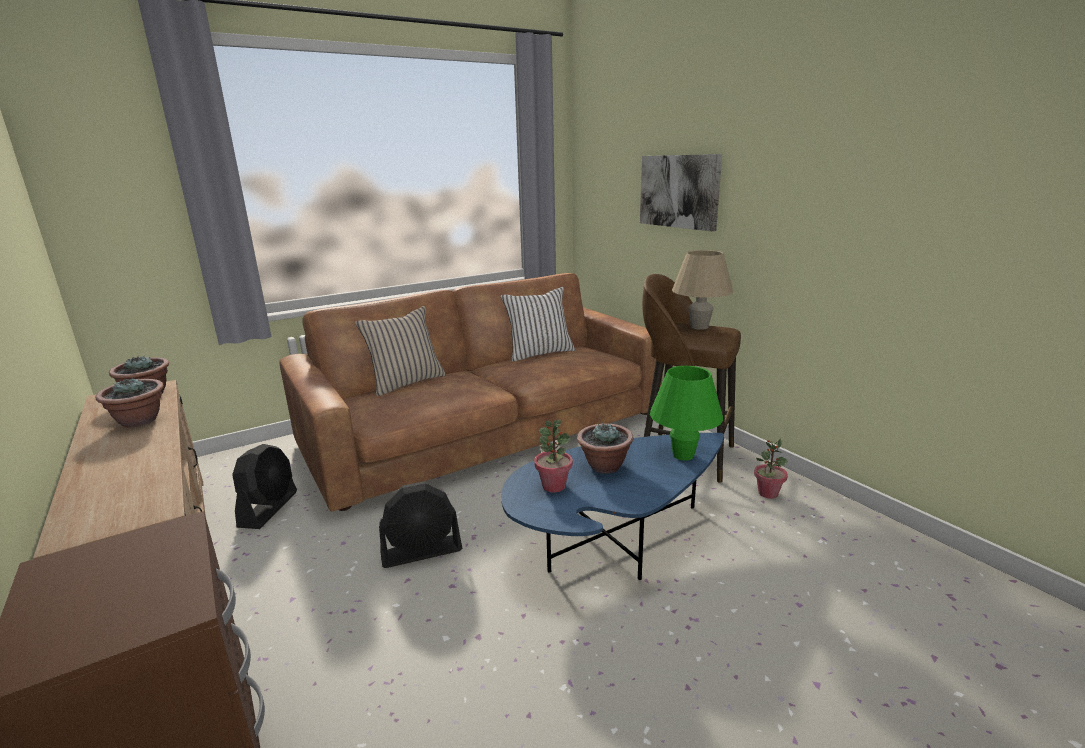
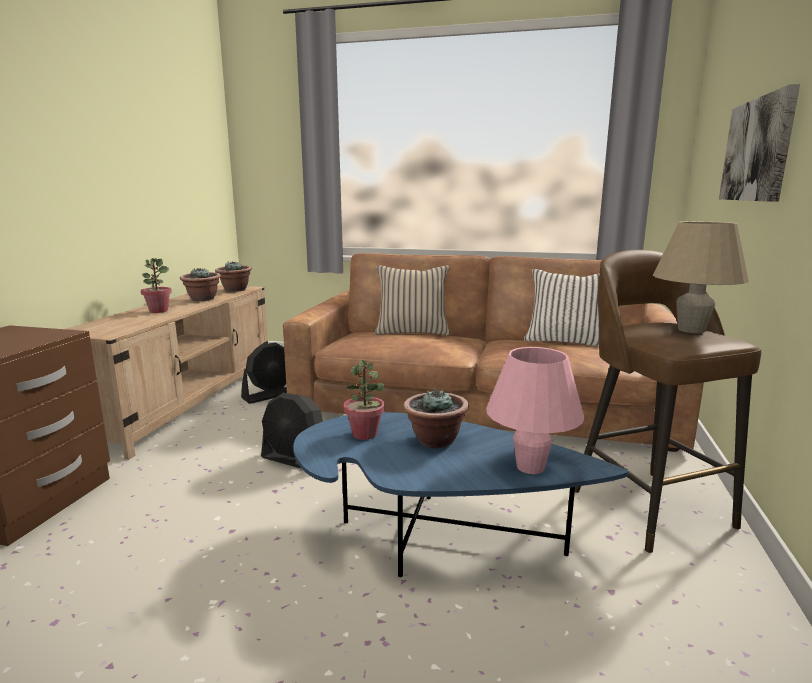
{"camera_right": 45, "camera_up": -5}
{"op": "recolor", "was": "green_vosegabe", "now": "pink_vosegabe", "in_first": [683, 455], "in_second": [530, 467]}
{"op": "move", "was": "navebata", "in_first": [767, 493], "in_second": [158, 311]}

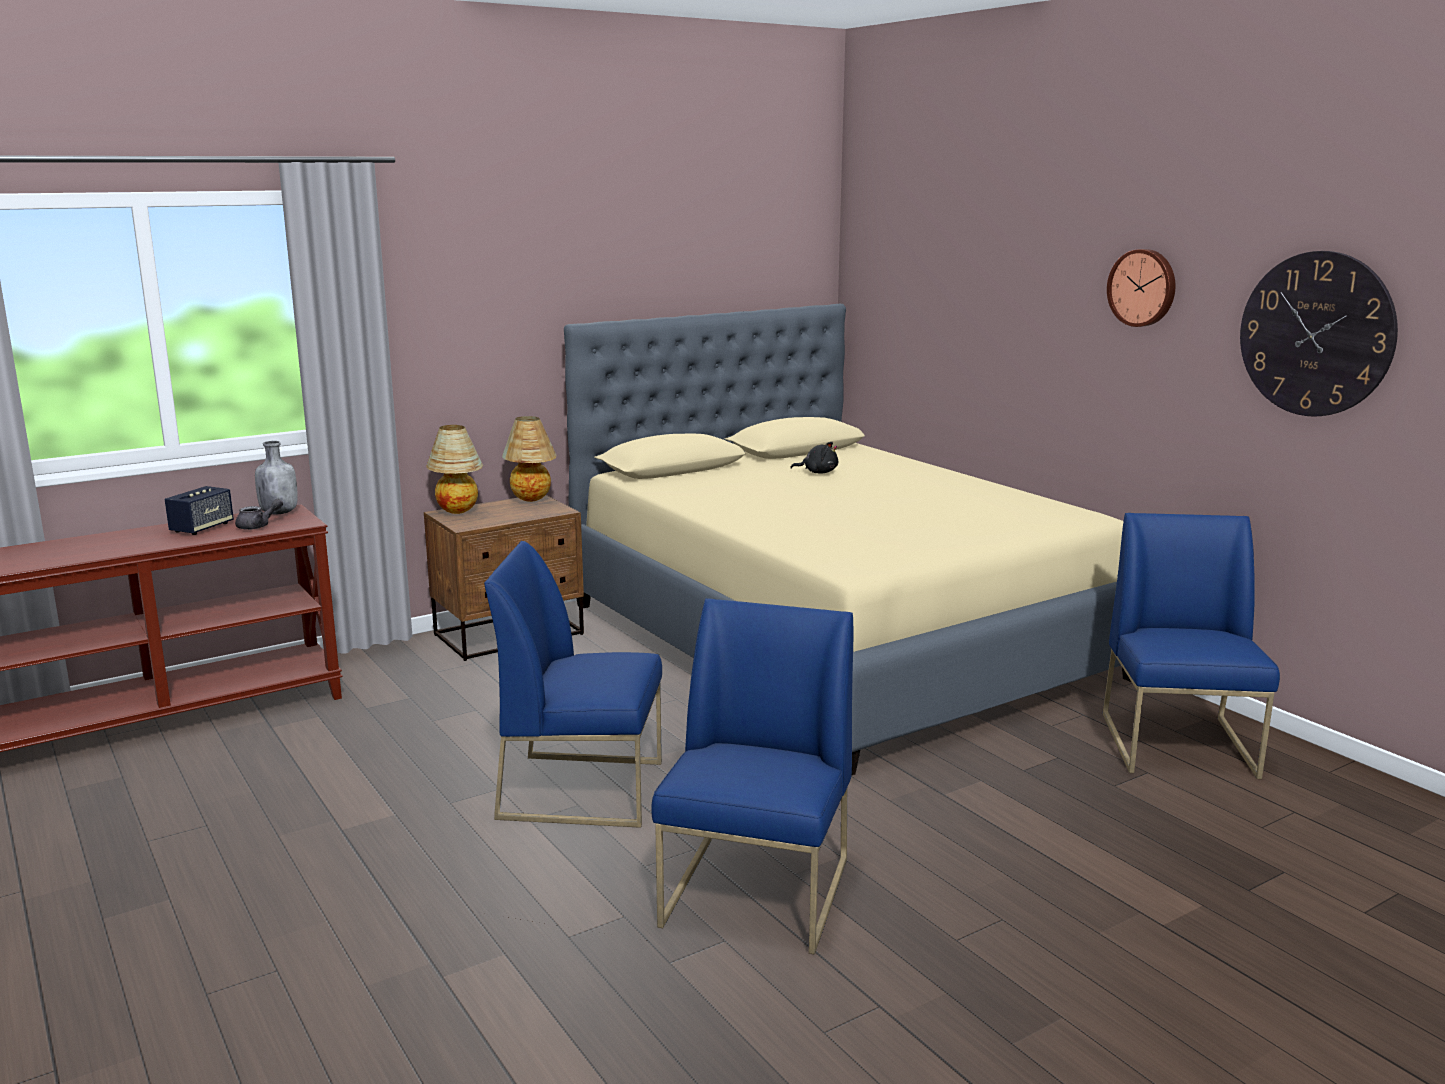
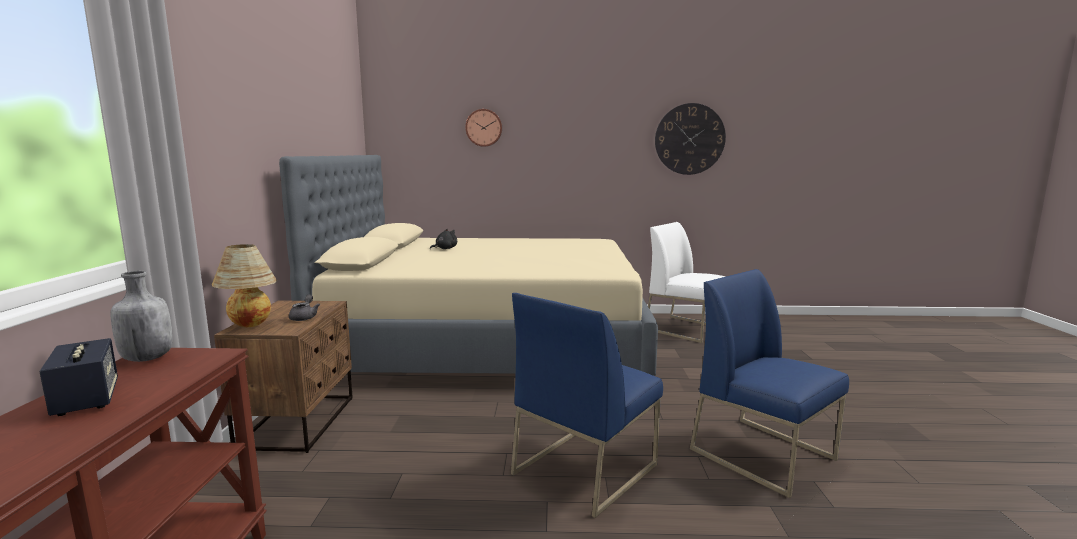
{"camera_right": -55, "camera_up": -5}
{"op": "move", "was": "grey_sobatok", "in_first": [258, 526], "in_second": [304, 317]}
{"op": "delete", "was": "vosegabe", "in_first": [531, 501]}
{"op": "recolor", "was": "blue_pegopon", "now": "white_pegopon", "in_first": [1179, 745], "in_second": [686, 329]}
{"op": "move", "was": "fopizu", "in_first": [1143, 287], "in_second": [484, 127]}

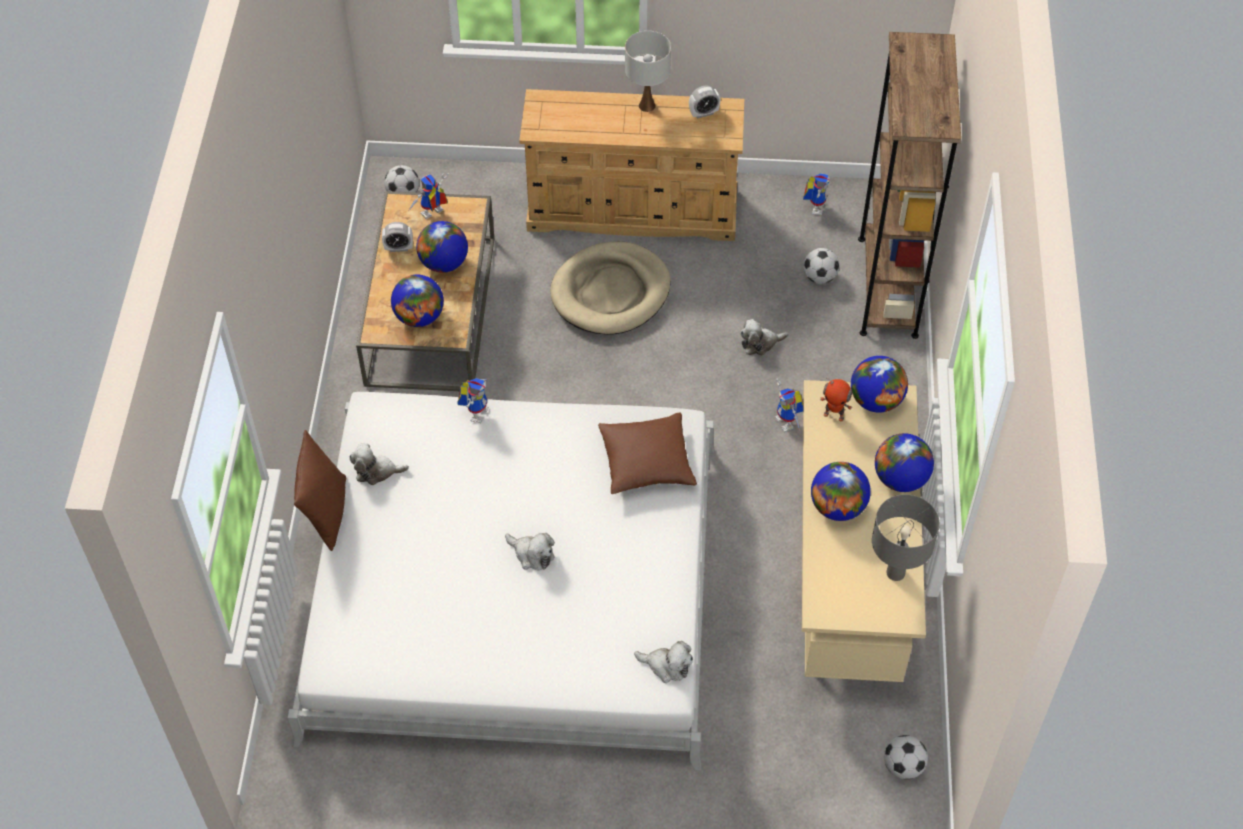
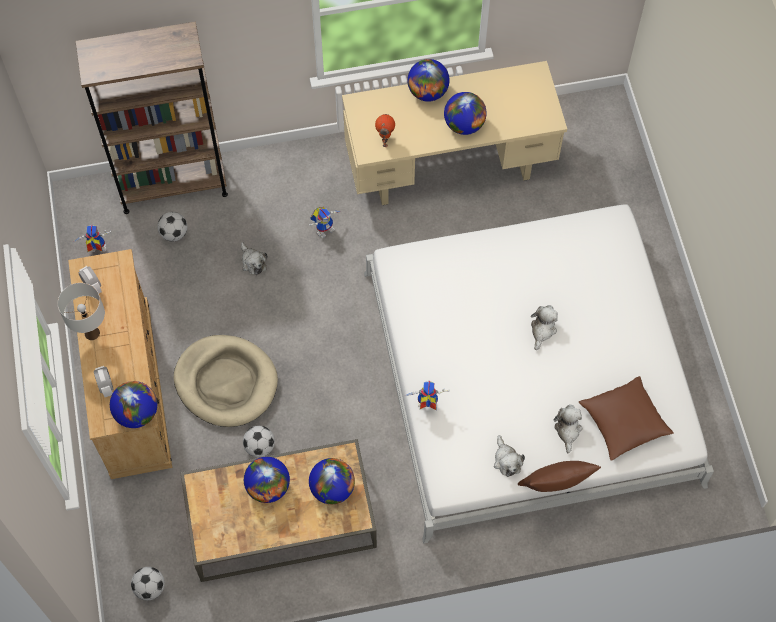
{"camera_right": -105, "camera_up": 10}
{"op": "move", "was": "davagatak", "in_first": [399, 248], "in_second": [106, 386]}
{"op": "delete", "was": "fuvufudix", "in_first": [432, 215]}
{"op": "move", "was": "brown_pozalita", "in_first": [646, 462], "in_second": [623, 422]}
{"op": "move", "was": "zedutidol", "in_first": [667, 666], "in_second": [567, 430]}
{"op": "move", "was": "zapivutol", "in_first": [876, 400], "in_second": [137, 413]}
{"op": "delete", "was": "grey_vosegabe", "in_first": [895, 573]}
{"op": "move", "was": "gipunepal", "in_first": [903, 766], "in_second": [260, 447]}

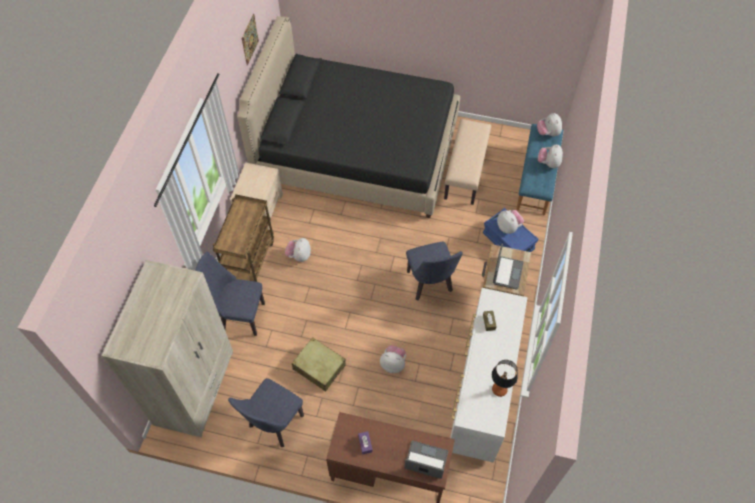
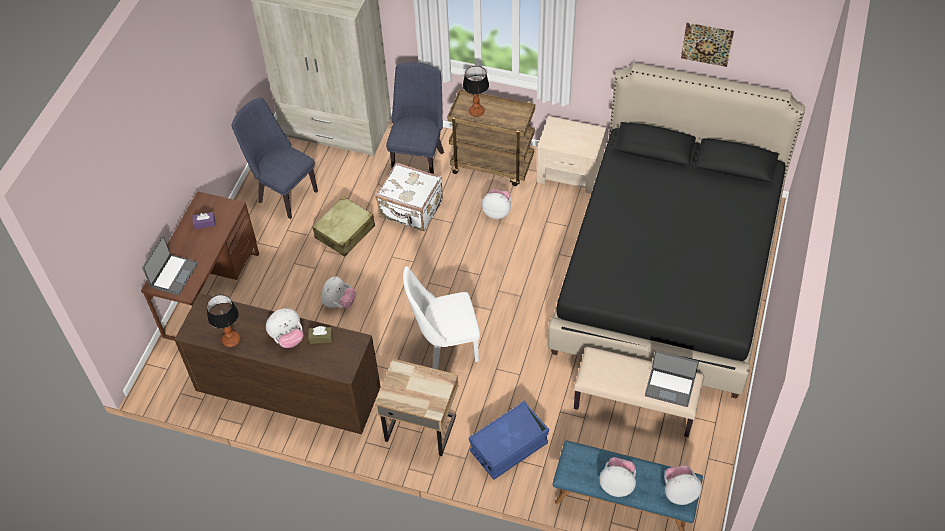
{"camera_right": 95, "camera_up": -5}
{"op": "recolor", "was": "blue_pegopon", "now": "white_pegopon", "in_first": [430, 285], "in_second": [445, 348]}
{"op": "recolor", "was": "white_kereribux", "now": "brown_kereribux", "in_first": [481, 392], "in_second": [288, 392]}
{"op": "move", "was": "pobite", "in_first": [507, 273], "in_second": [669, 387]}
{"op": "move", "was": "zedutidol", "in_first": [508, 227], "in_second": [288, 338]}
{"op": "insert", "now": "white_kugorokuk", "in_second": [411, 210]}
{"op": "insert", "now": "vosegabe", "in_second": [476, 111]}

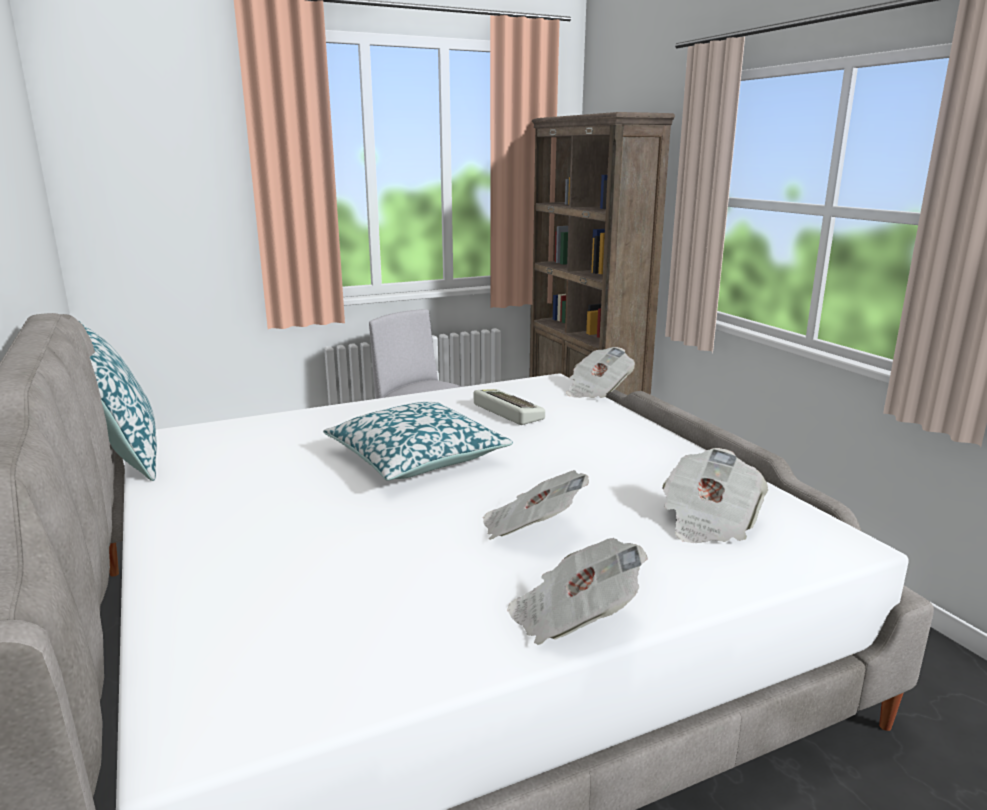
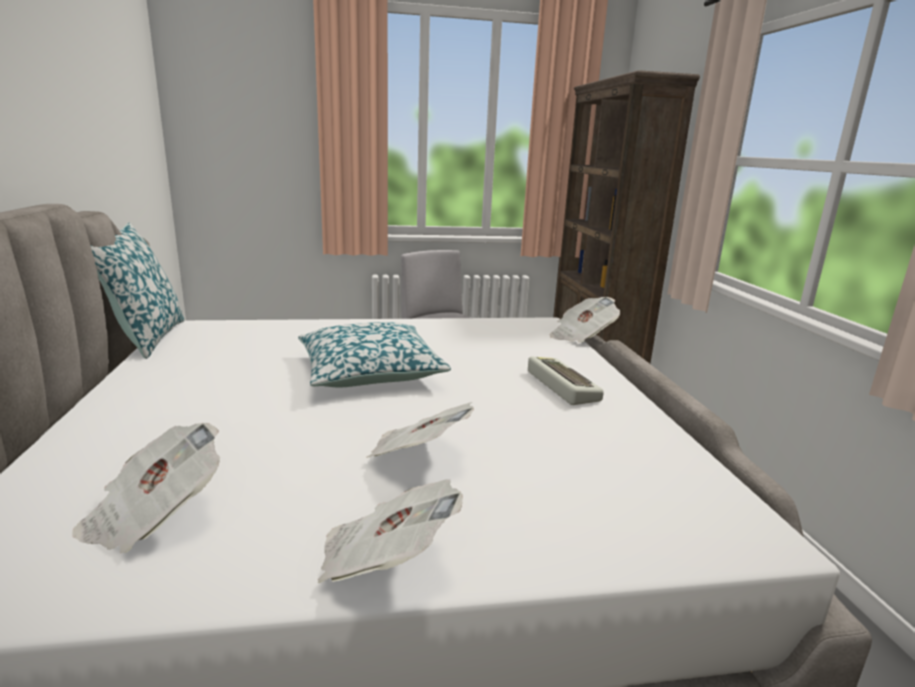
{"camera_right": 15, "camera_up": 0}
{"op": "move", "was": "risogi", "in_first": [506, 412], "in_second": [560, 386]}
{"op": "move", "was": "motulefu", "in_first": [708, 522], "in_second": [154, 515]}

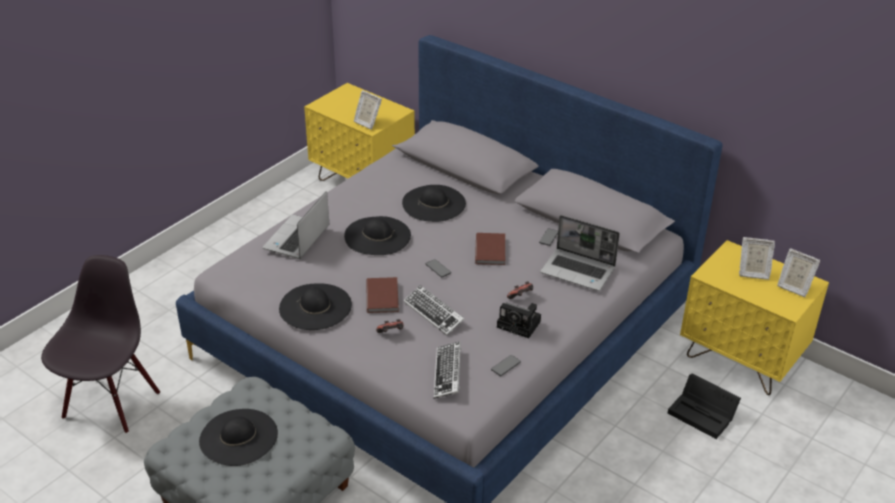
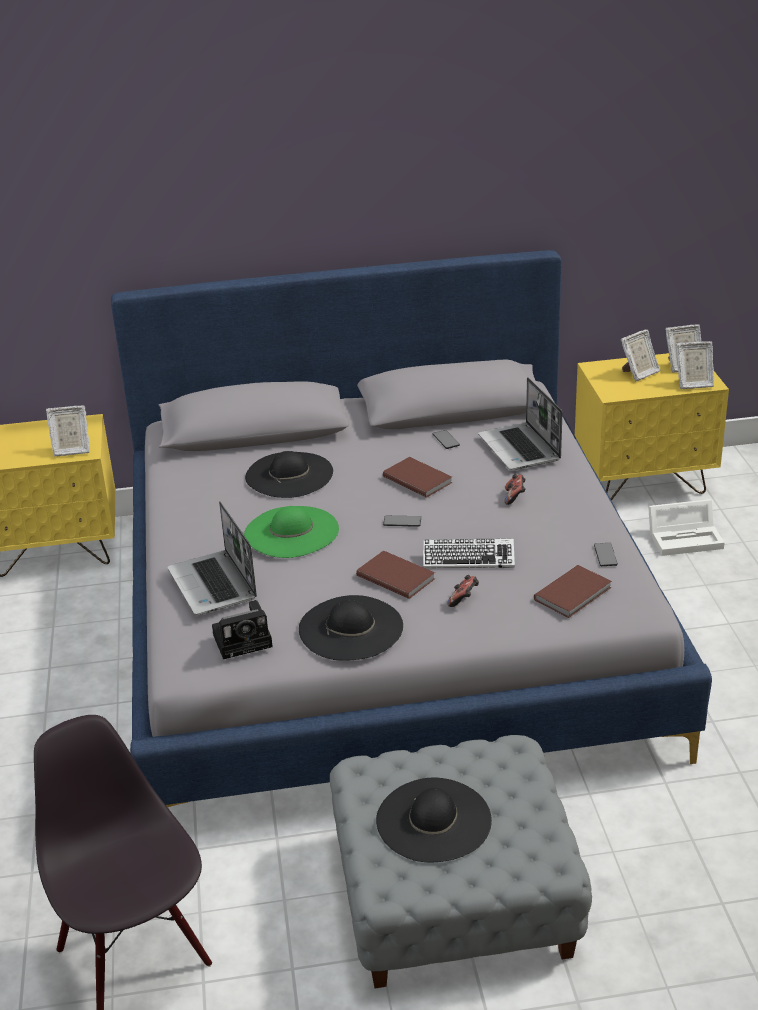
{"camera_right": -45, "camera_up": -5}
{"op": "recolor", "was": "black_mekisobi", "now": "green_mekisobi", "in_first": [377, 236], "in_second": [291, 532]}
{"op": "replace", "was": "risogi", "now": "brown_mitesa", "in_first": [447, 373], "in_second": [574, 594]}
{"op": "move", "was": "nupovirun", "in_first": [520, 324], "in_second": [245, 640]}
{"op": "rotate", "was": "pobite", "in_first": [578, 271], "in_second": [520, 449], "clockwise": 90}
{"op": "recolor", "was": "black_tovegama", "now": "white_tovegama", "in_first": [704, 414], "in_second": [686, 538]}
{"op": "insert", "now": "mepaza", "in_second": [693, 384]}

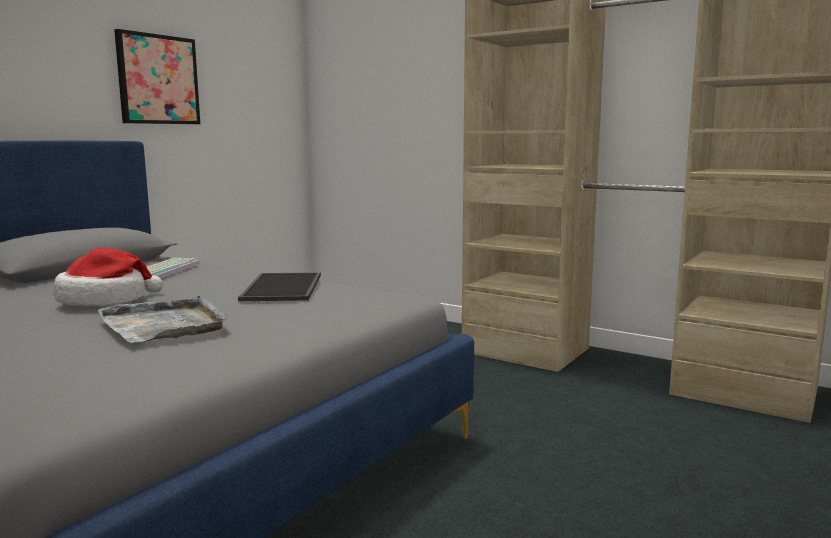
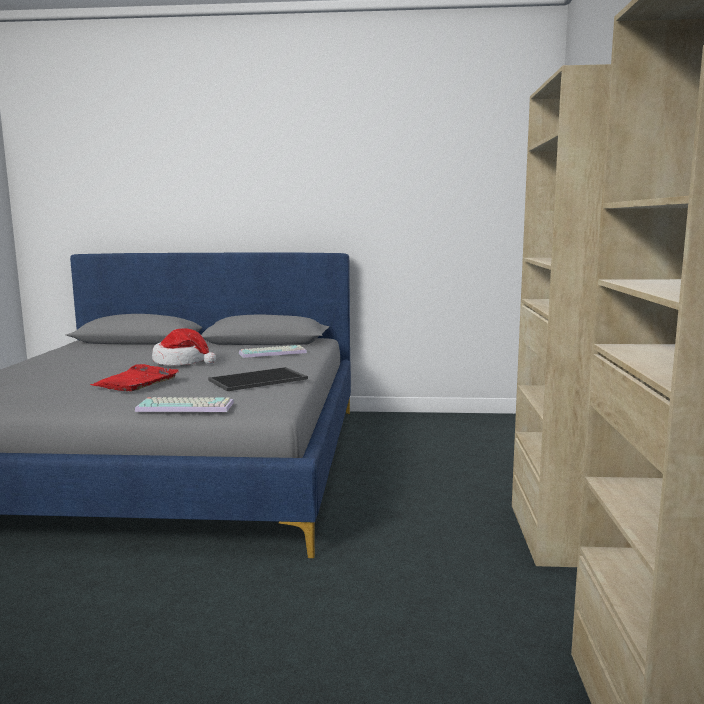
{"camera_right": 60, "camera_up": 0}
{"op": "recolor", "was": "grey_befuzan", "now": "red_befuzan", "in_first": [165, 324], "in_second": [136, 381]}
{"op": "delete", "was": "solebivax", "in_first": [158, 79]}
{"op": "insert", "now": "risogi", "in_second": [187, 406]}

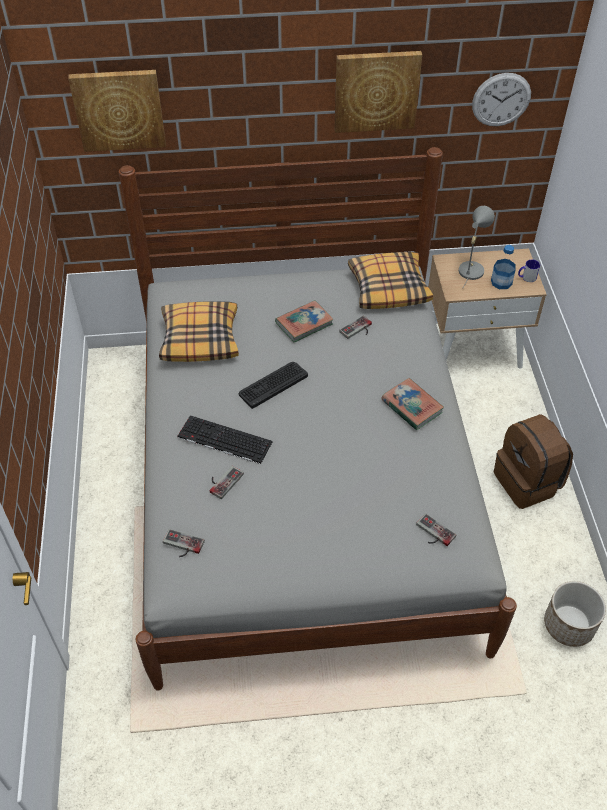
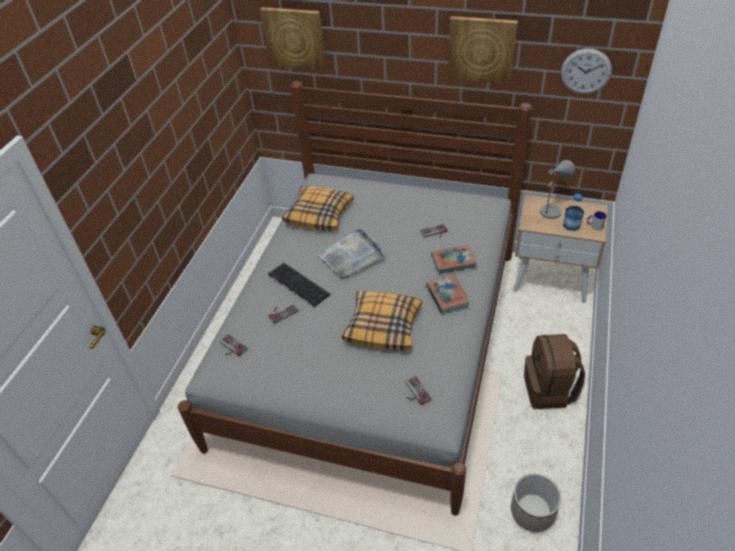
{"camera_right": 25, "camera_up": -5}
{"op": "replace", "was": "risogi", "now": "grey_befuzan", "in_first": [273, 384], "in_second": [352, 256]}
{"op": "move", "was": "mitesa", "in_first": [304, 324], "in_second": [453, 261]}
{"op": "move", "was": "pozalita", "in_first": [388, 288], "in_second": [383, 326]}

